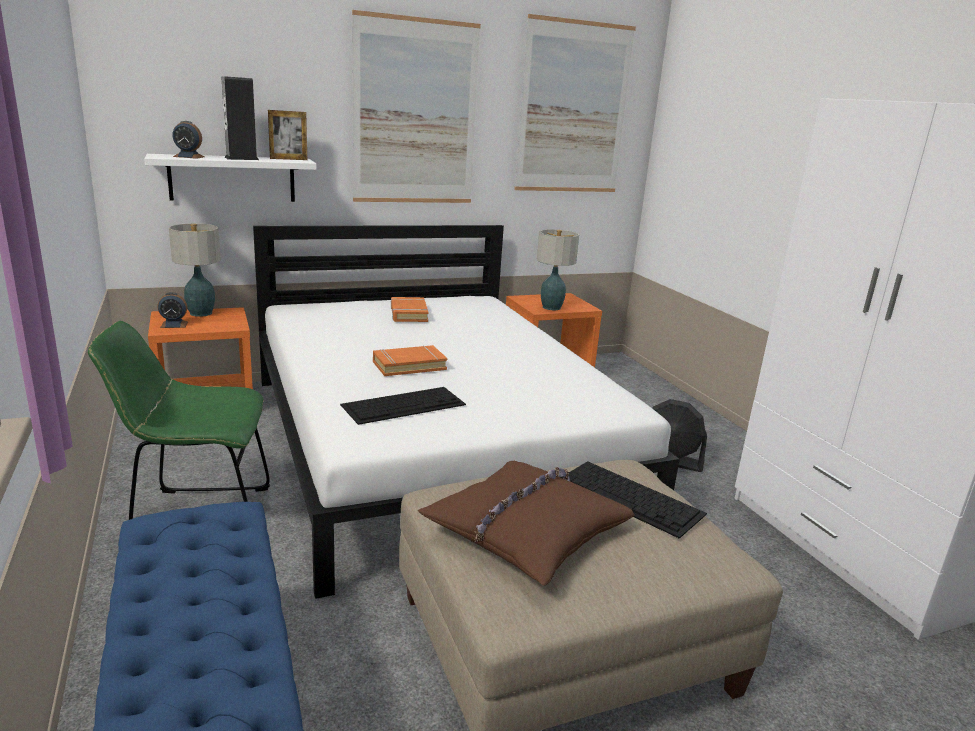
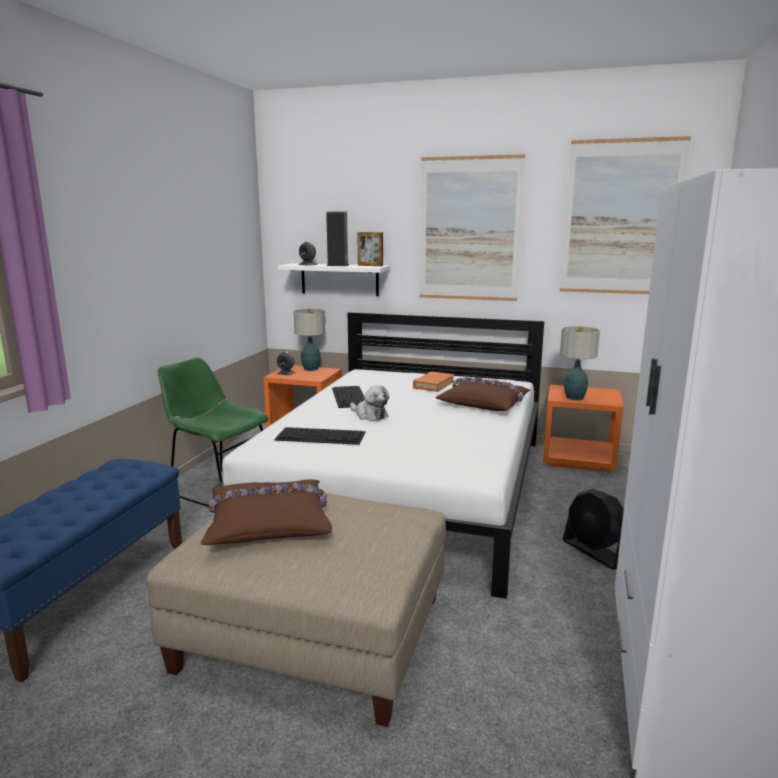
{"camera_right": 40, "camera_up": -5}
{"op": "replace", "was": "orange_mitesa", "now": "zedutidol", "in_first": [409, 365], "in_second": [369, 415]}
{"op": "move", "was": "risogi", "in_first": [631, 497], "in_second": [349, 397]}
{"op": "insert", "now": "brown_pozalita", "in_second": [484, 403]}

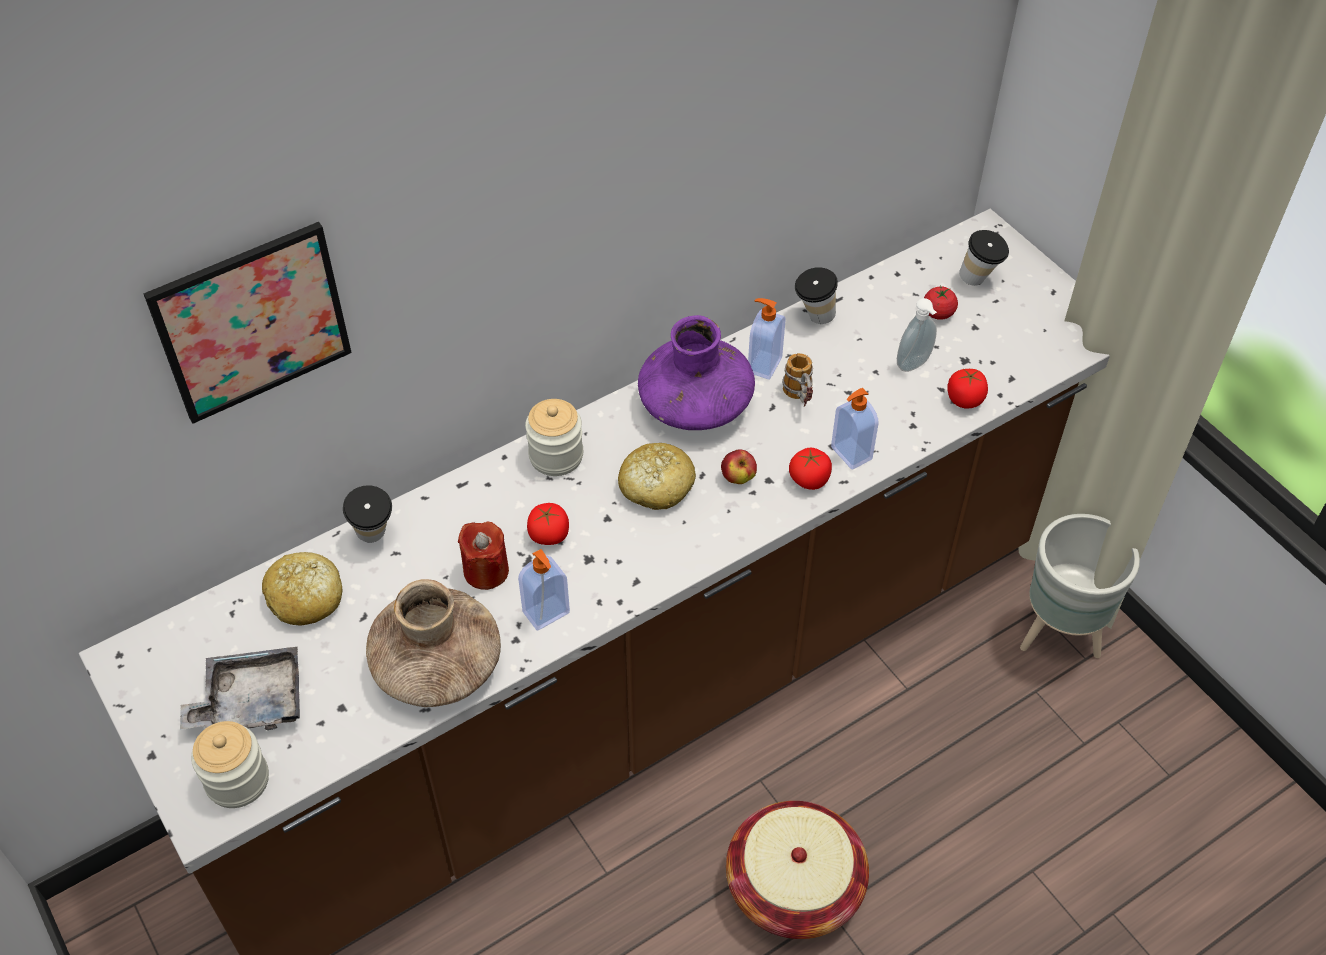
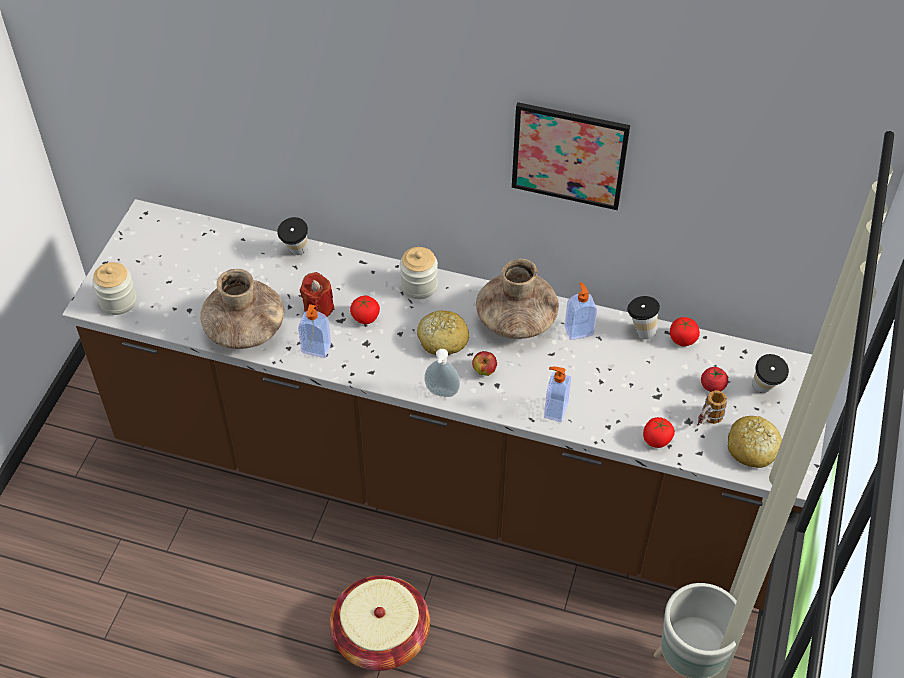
{"camera_right": 50, "camera_up": 0}
{"op": "move", "was": "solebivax", "in_first": [252, 322], "in_second": [569, 155]}
{"op": "delete", "was": "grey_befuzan", "in_first": [251, 702]}
{"op": "move", "was": "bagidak", "in_first": [306, 598], "in_second": [752, 448]}
{"op": "recolor", "was": "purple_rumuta", "now": "brown_rumuta", "in_first": [695, 405], "in_second": [516, 319]}
{"op": "move", "was": "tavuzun", "in_first": [800, 399], "in_second": [707, 421]}
{"op": "move", "was": "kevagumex", "in_first": [809, 479], "in_second": [682, 339]}
{"op": "move", "was": "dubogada", "in_first": [914, 365], "in_second": [441, 394]}

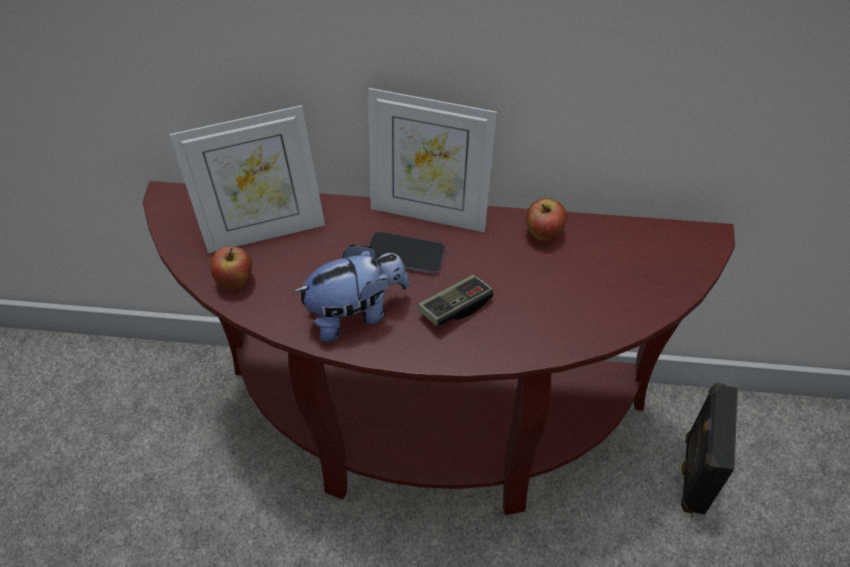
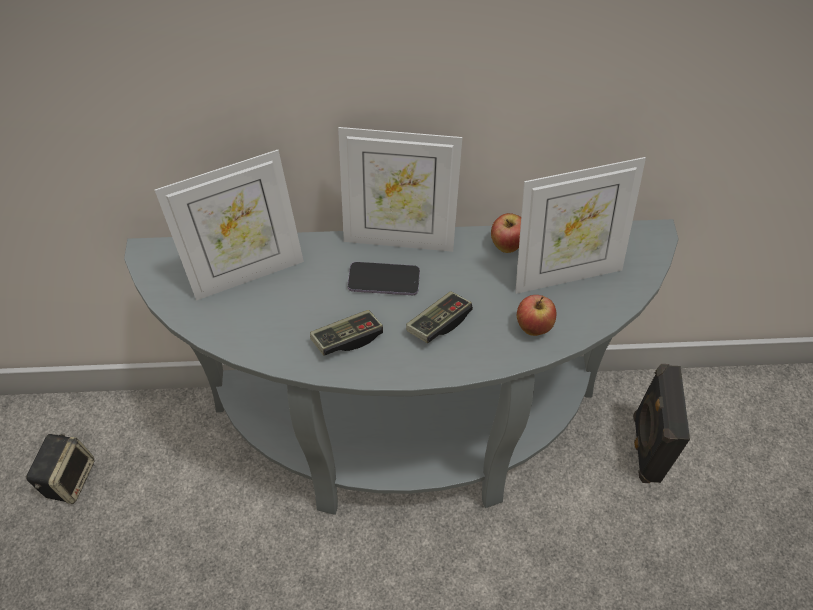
{"camera_right": -10, "camera_up": 0}
{"op": "recolor", "was": "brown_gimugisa", "now": "grey_gimugisa", "in_first": [430, 431], "in_second": [405, 441]}
{"op": "move", "was": "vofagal", "in_first": [236, 280], "in_second": [533, 327]}
{"op": "replace", "was": "zedutidol", "now": "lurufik", "in_first": [356, 311], "in_second": [347, 338]}
{"op": "insert", "now": "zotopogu", "in_second": [69, 477]}
{"op": "insert", "now": "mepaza", "in_second": [565, 272]}

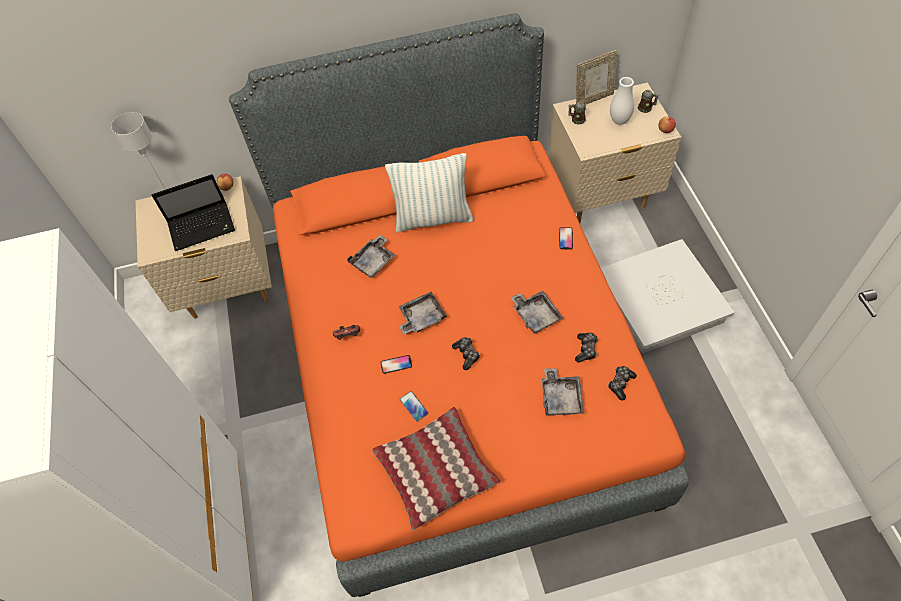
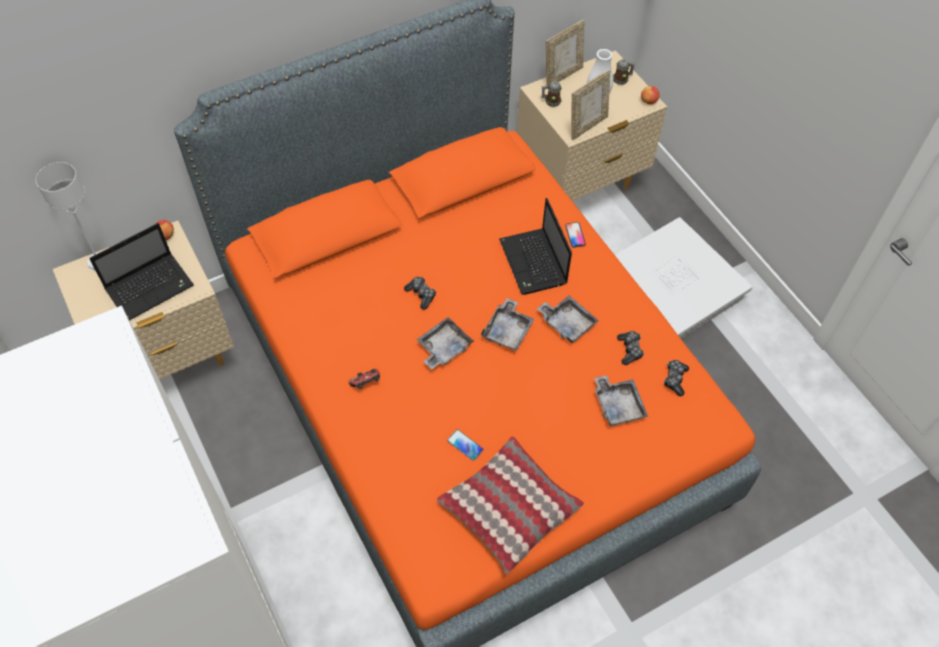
{"camera_right": -20, "camera_up": 0}
{"op": "move", "was": "grey_befuzan", "in_first": [373, 261], "in_second": [507, 330]}
{"op": "delete", "was": "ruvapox", "in_first": [396, 364]}
{"op": "delete", "was": "pozalita", "in_first": [433, 218]}
{"op": "move", "was": "lurufik", "in_first": [466, 354], "in_second": [421, 295]}
{"op": "insert", "now": "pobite", "in_second": [534, 263]}
{"op": "insert", "now": "mepaza", "in_second": [587, 126]}

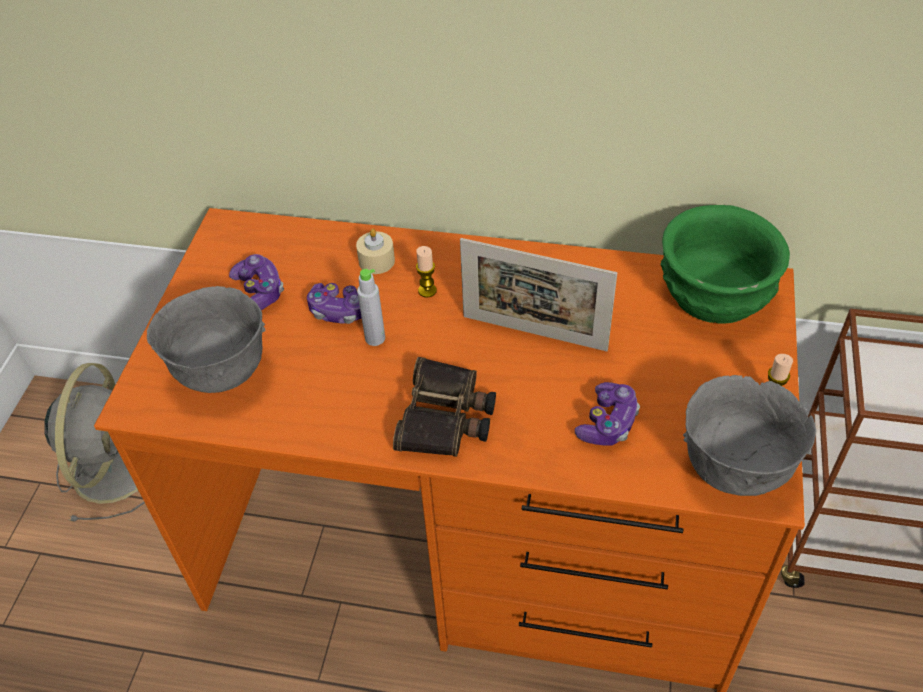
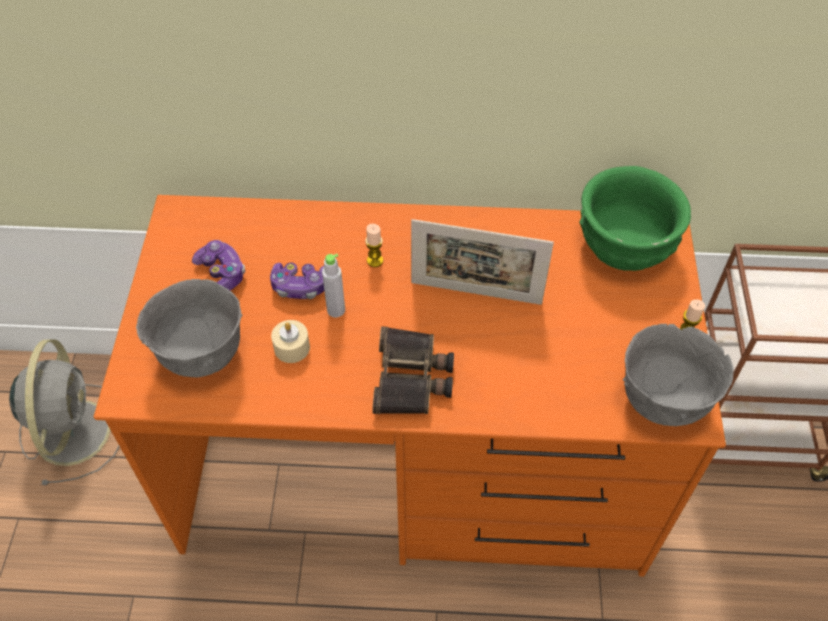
{"camera_right": -10, "camera_up": 5}
{"op": "move", "was": "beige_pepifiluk", "in_first": [376, 261], "in_second": [292, 348]}
{"op": "delete", "was": "lurufik", "in_first": [608, 423]}

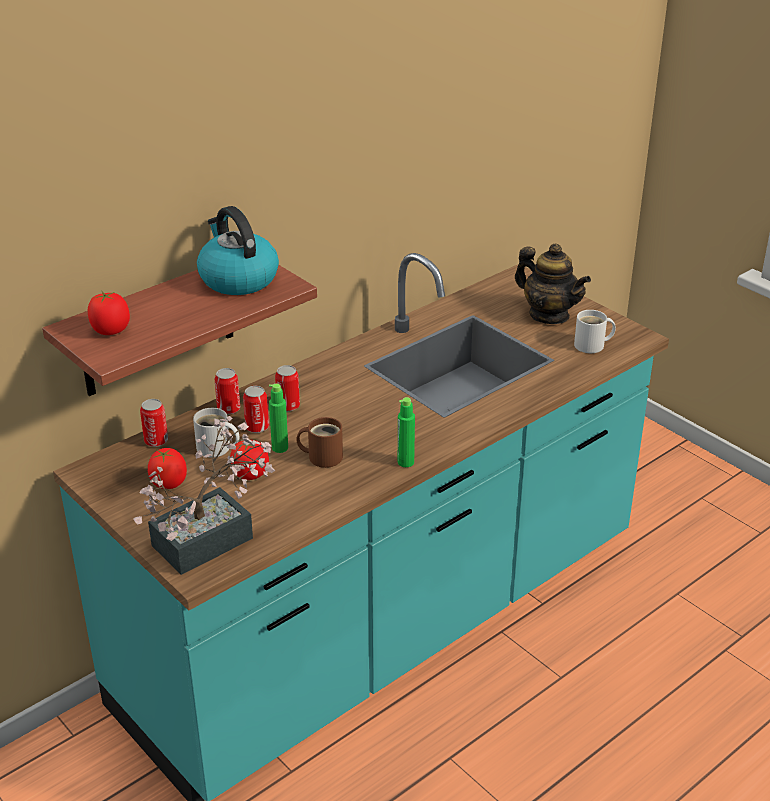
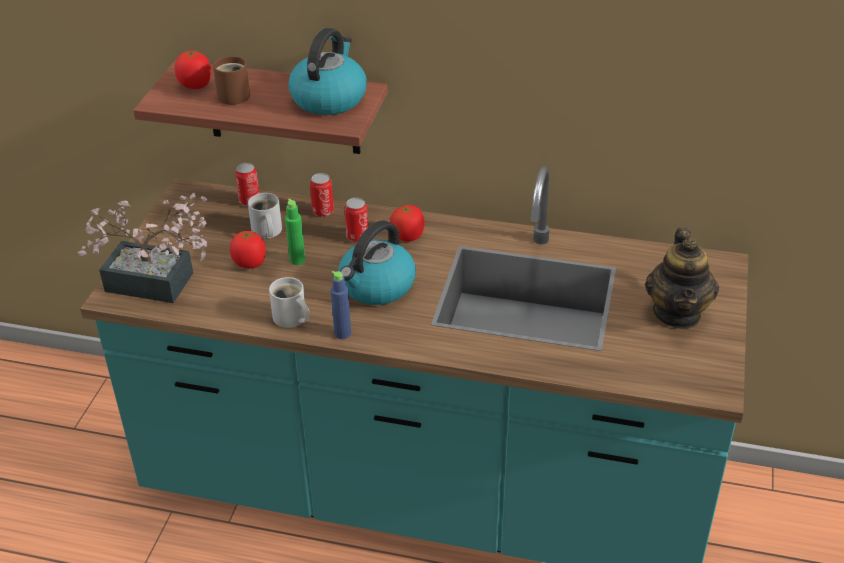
{"camera_right": 55, "camera_up": 5}
{"op": "move", "was": "kevagumex", "in_first": [168, 483], "in_second": [408, 236]}
{"op": "delete", "was": "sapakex", "in_first": [257, 427]}
{"op": "move", "was": "brown_tavuzun", "in_first": [322, 456], "in_second": [234, 94]}
{"op": "recolor", "was": "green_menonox", "now": "blue_menonox", "in_first": [405, 462], "in_second": [342, 333]}
{"op": "move", "was": "white_tavuzun", "in_first": [592, 346], "in_second": [291, 319]}
{"op": "insert", "now": "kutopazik", "in_second": [376, 286]}

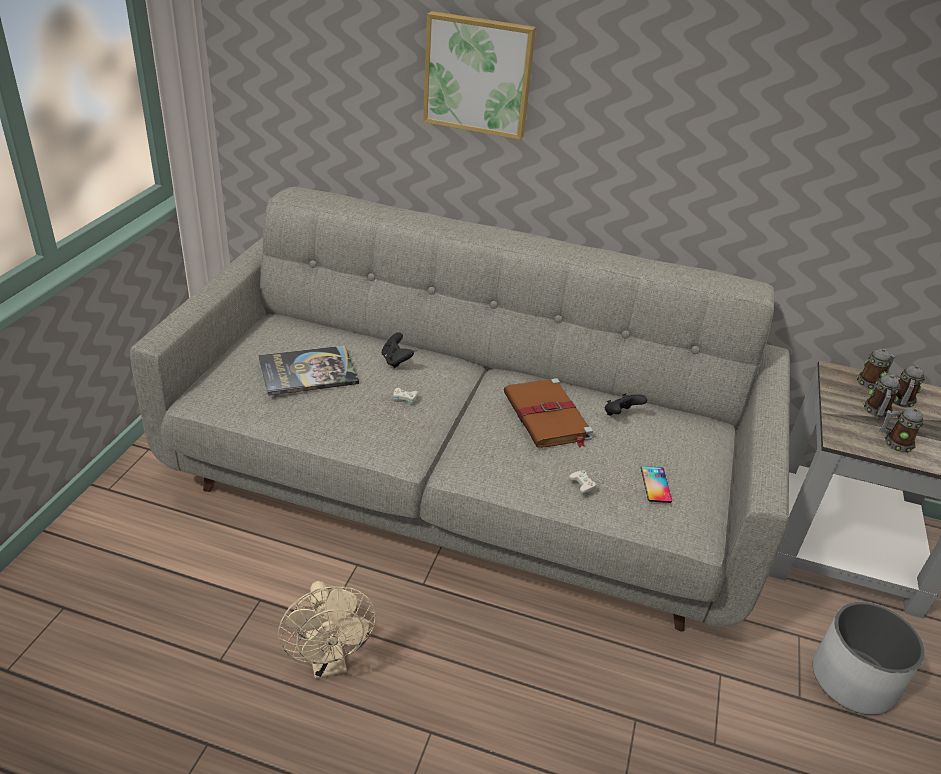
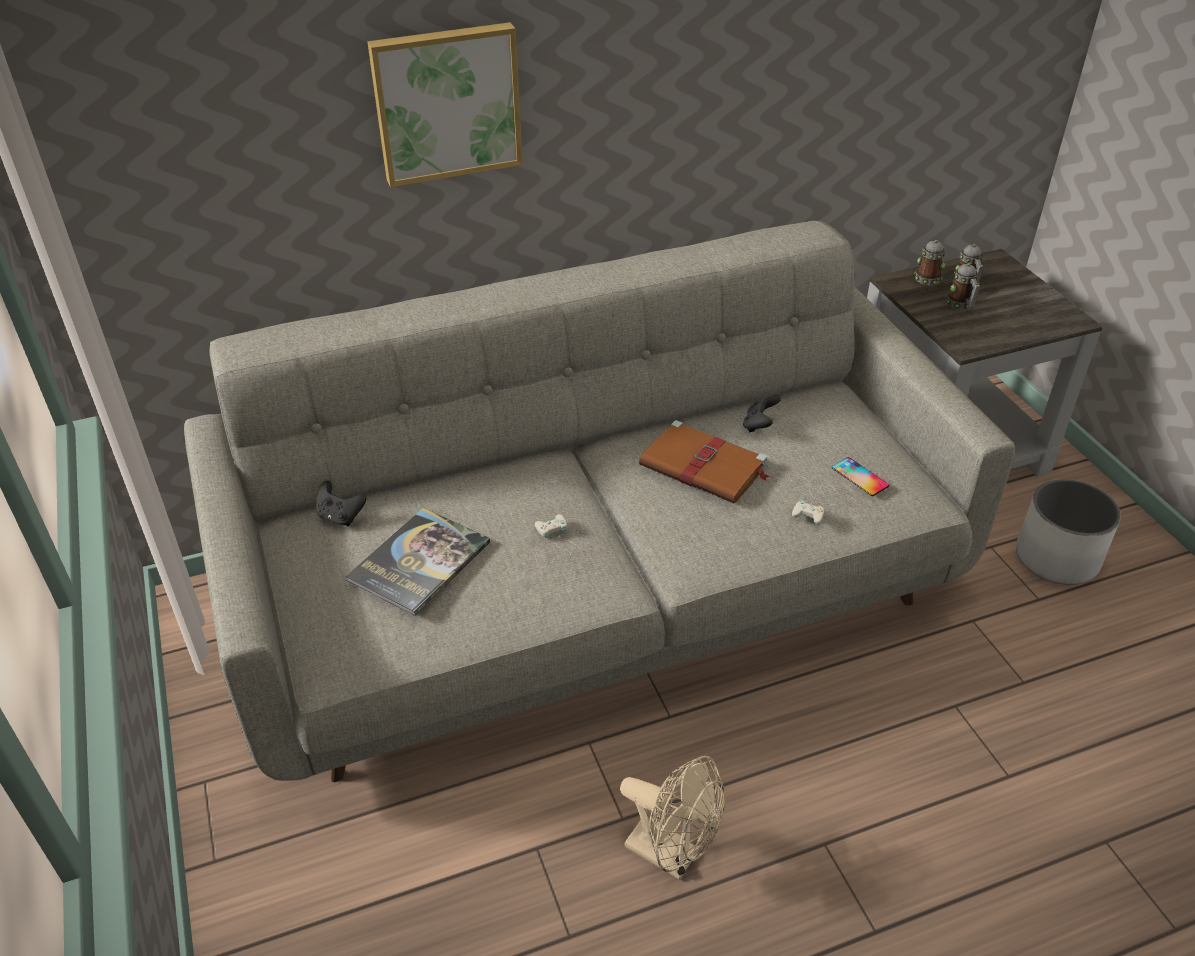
{"camera_right": -35, "camera_up": 5}
{"op": "move", "was": "black_lurufik", "in_first": [396, 361], "in_second": [340, 516]}
{"op": "delete", "was": "tavuzun", "in_first": [894, 443]}

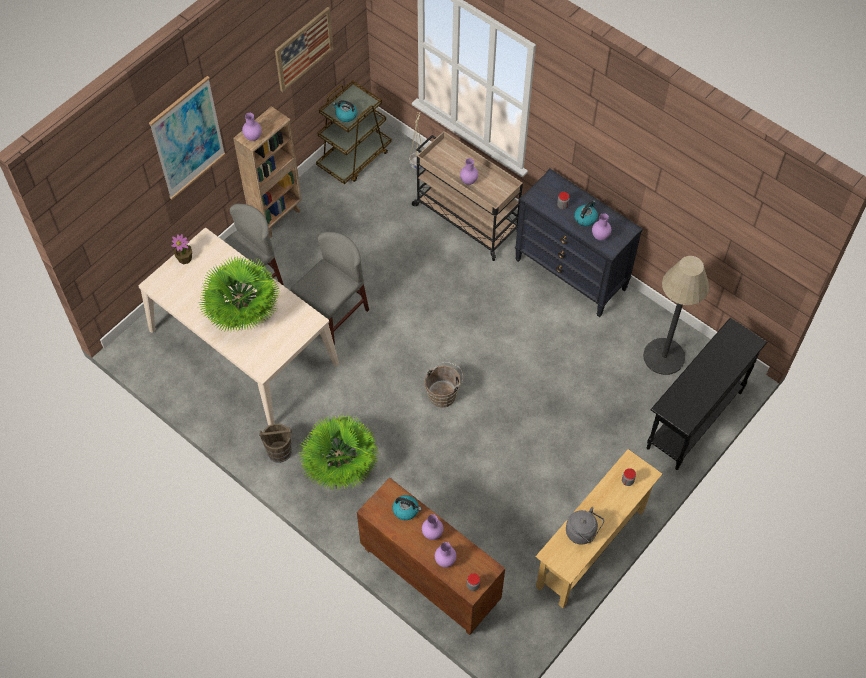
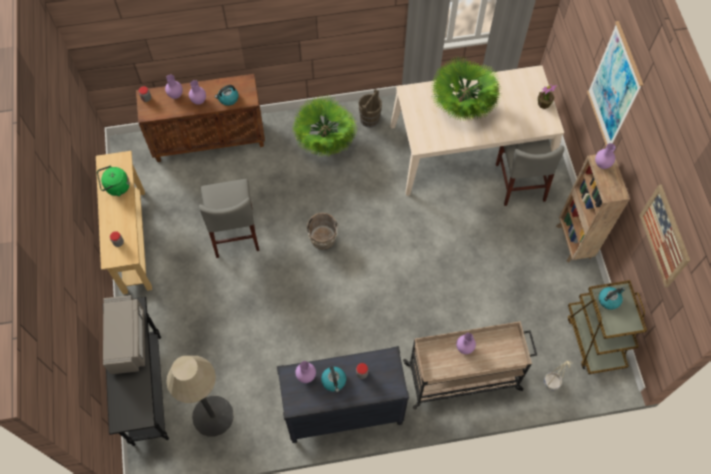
{"camera_right": 130, "camera_up": 5}
{"op": "move", "was": "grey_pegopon", "in_first": [333, 315], "in_second": [234, 232]}
{"op": "recolor", "was": "grey_kutopazik", "now": "green_kutopazik", "in_first": [582, 533], "in_second": [116, 187]}
{"op": "insert", "now": "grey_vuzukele", "in_second": [128, 340]}

